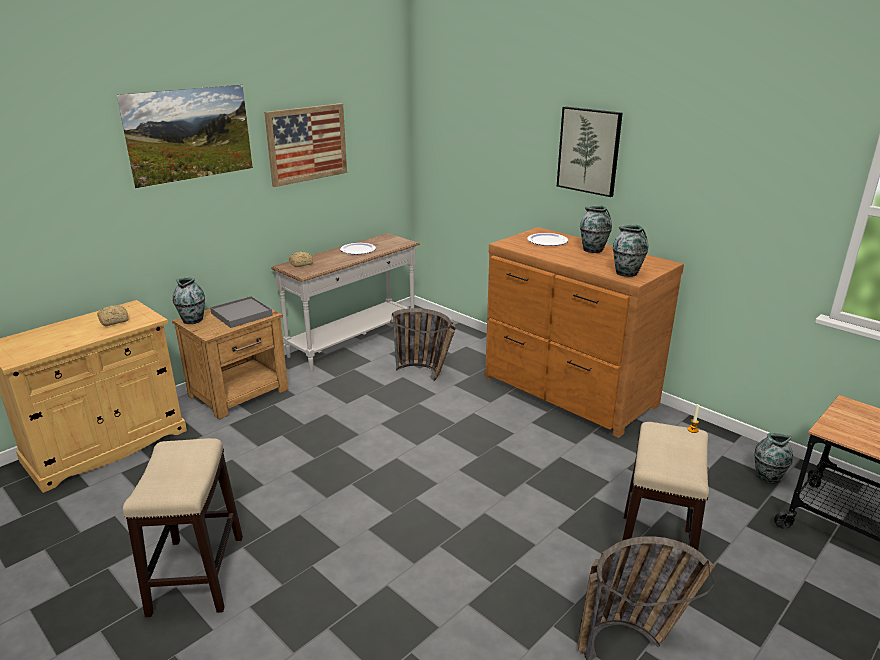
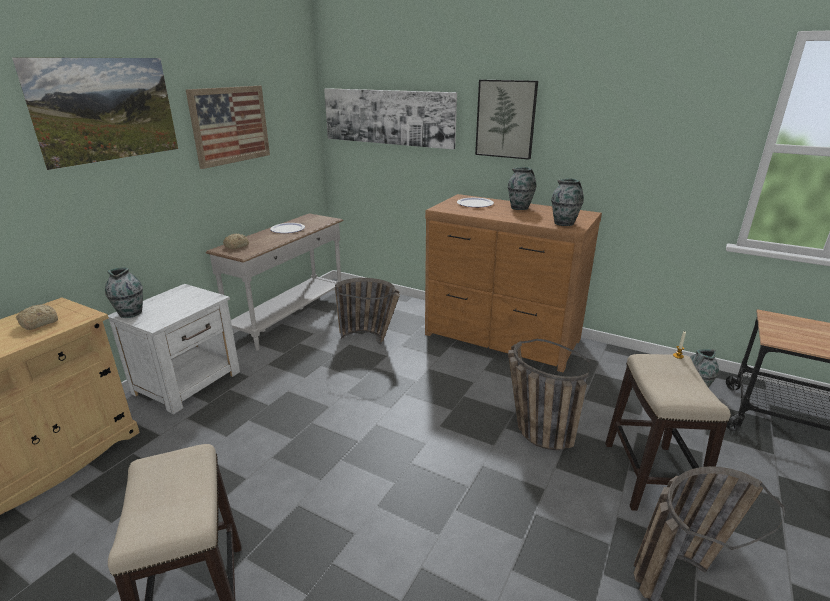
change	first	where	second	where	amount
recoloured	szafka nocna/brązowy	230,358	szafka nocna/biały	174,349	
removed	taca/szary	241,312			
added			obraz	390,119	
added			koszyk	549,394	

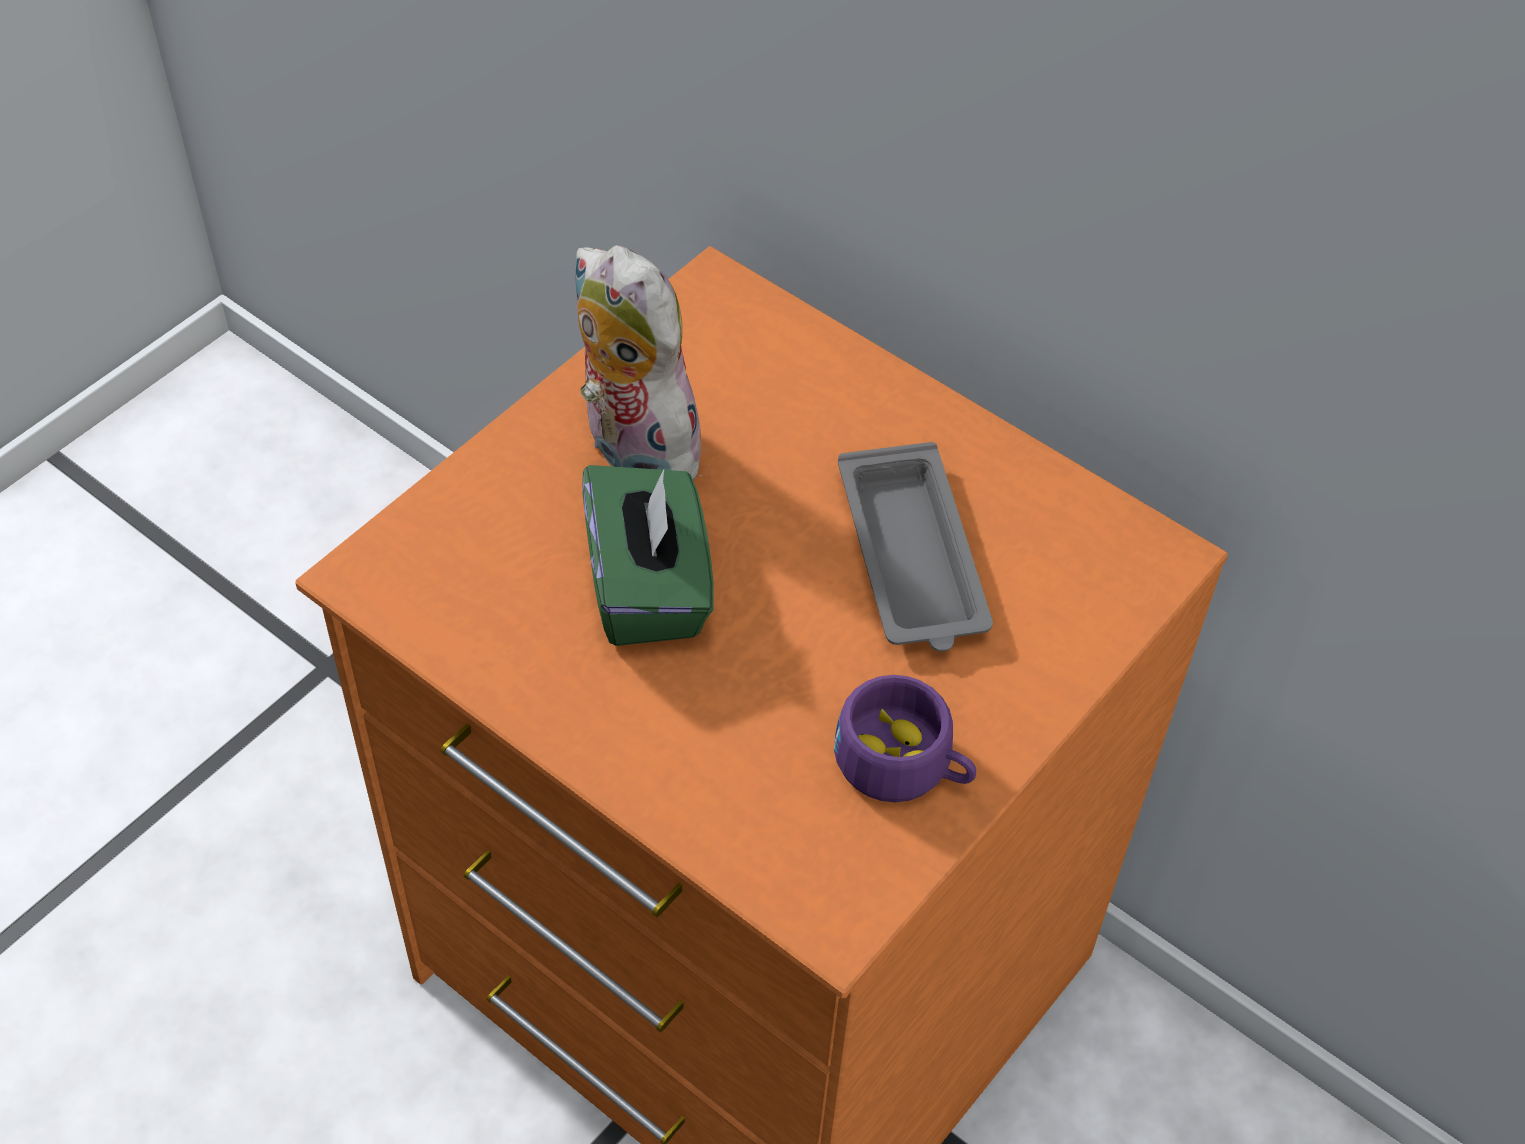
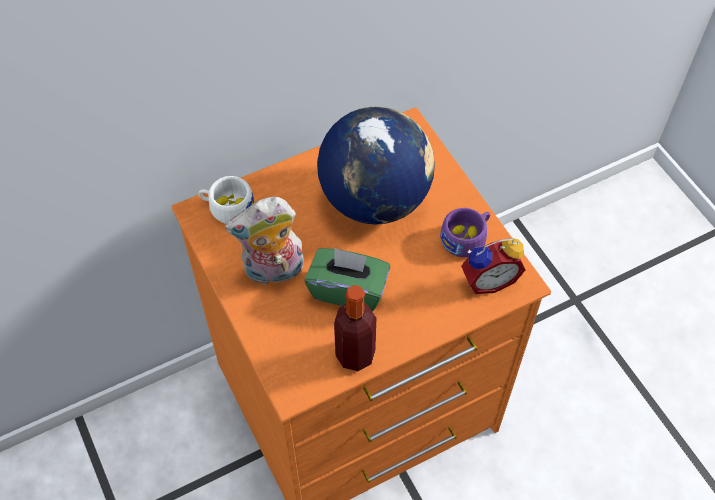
change	first	where	second	where	amount
replaced	taca/szary	915,547	globus	376,166	
added			filiżanka/biały	226,200	
added			butelka	355,328	
added			budzik	493,266	

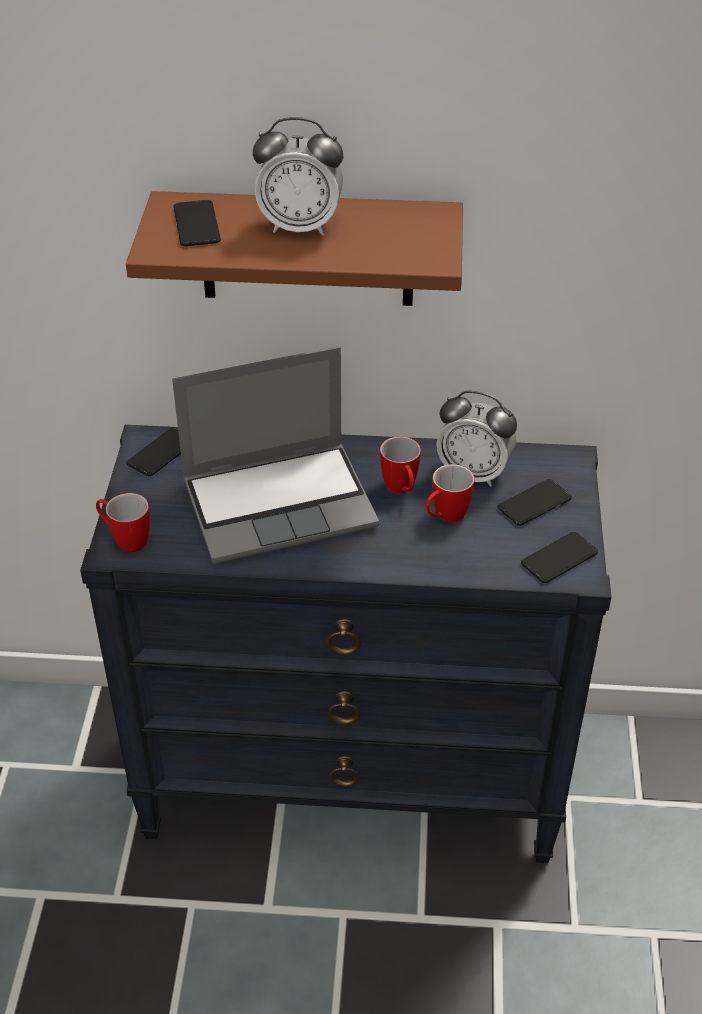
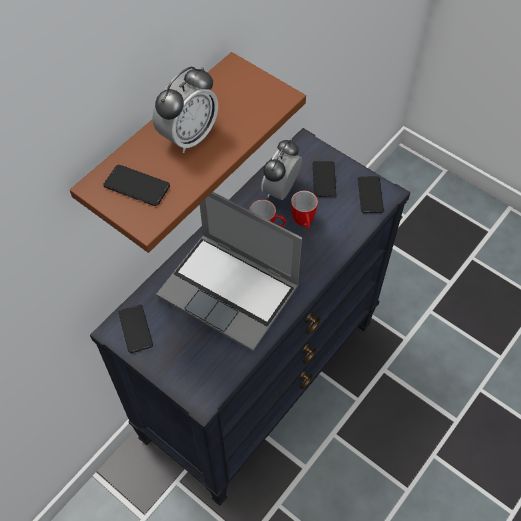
change	first	where	second	where	amount
removed	kubek	123,522			
turned	laptop	275,455		229,271	105 degrees clockwise
turned	budzik	477,439		281,169	150 degrees clockwise

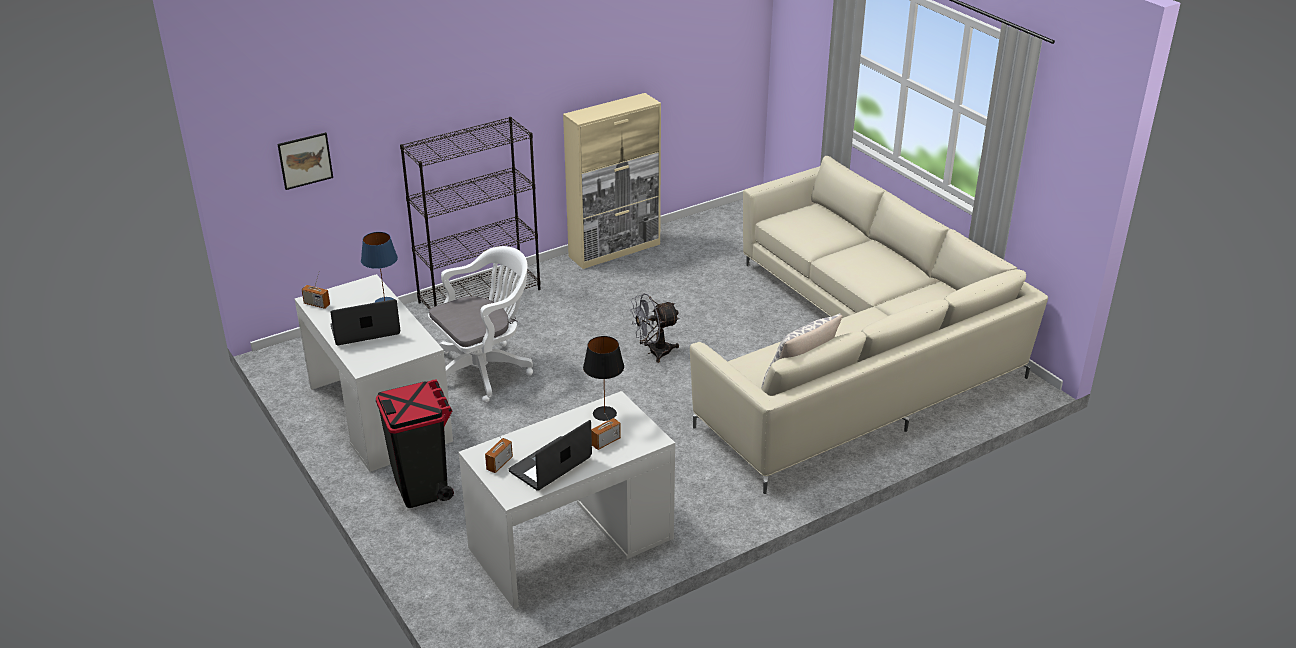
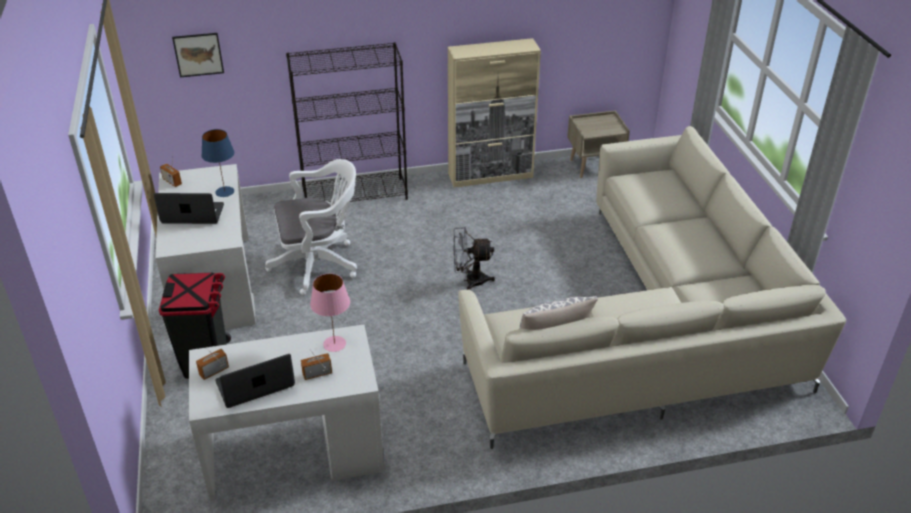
change	first	where	second	where	amount
recoloured	lampa stołowa/czarny	603,378	lampa stołowa/różowy	330,312	
added			szafka nocna/beżowy	598,144	

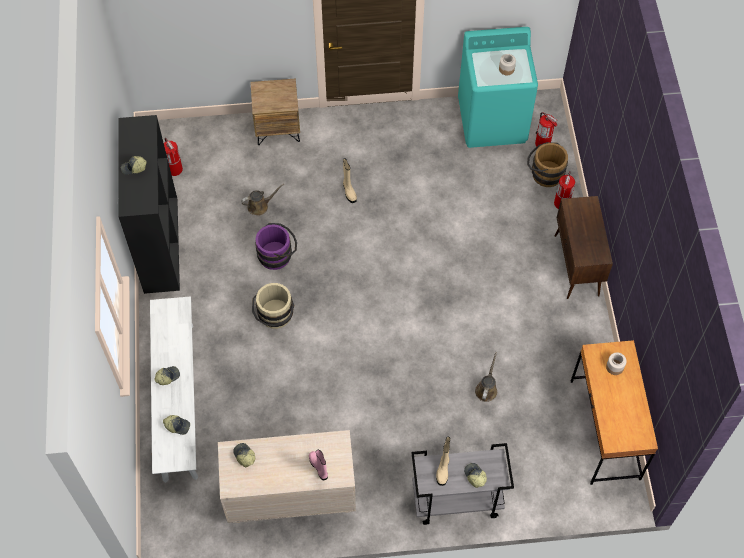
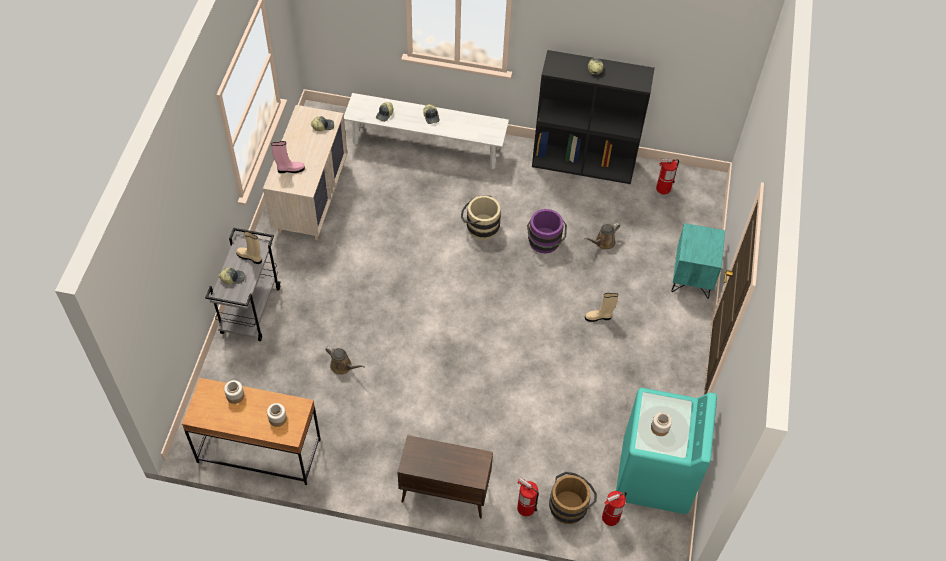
change	first	where	second	where	amount
turned	konewka/brązowy	262,199		602,236	60 degrees clockwise
recoloured	szafka nocna/brązowy	275,112	szafka nocna/turkusowy	698,261	
added			słoik	234,392	

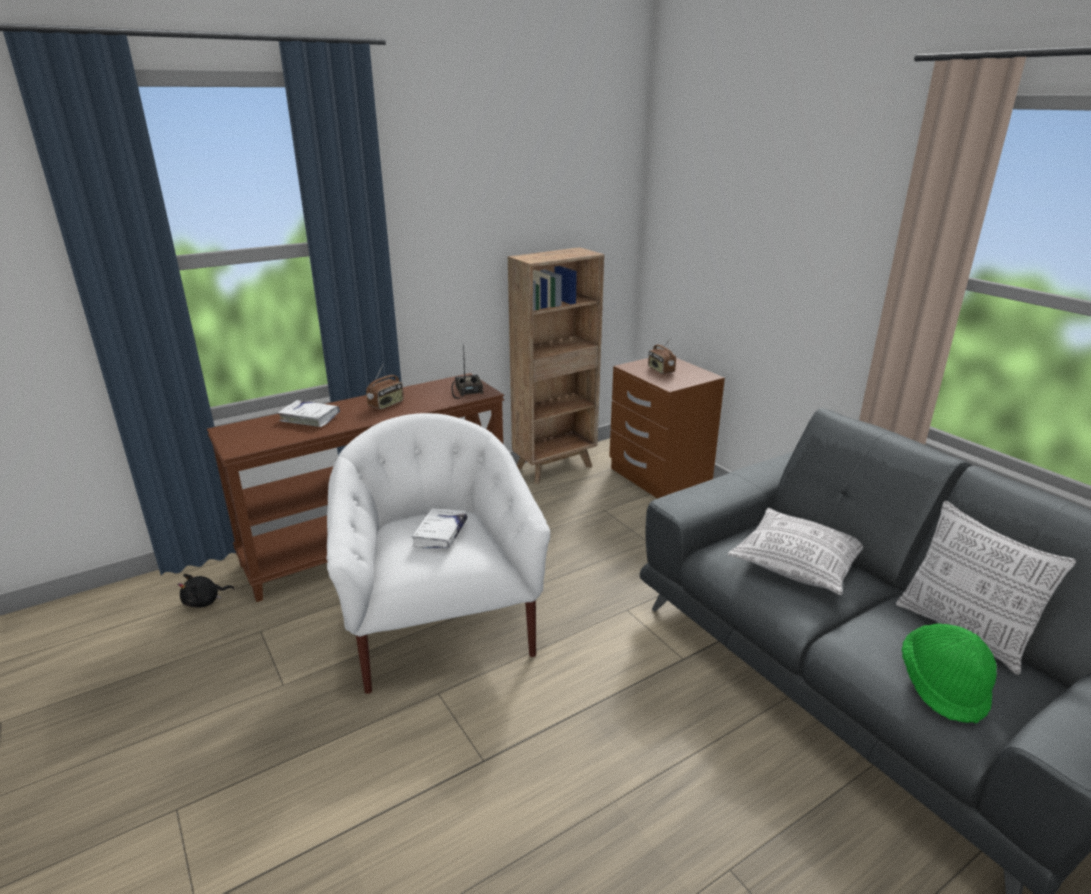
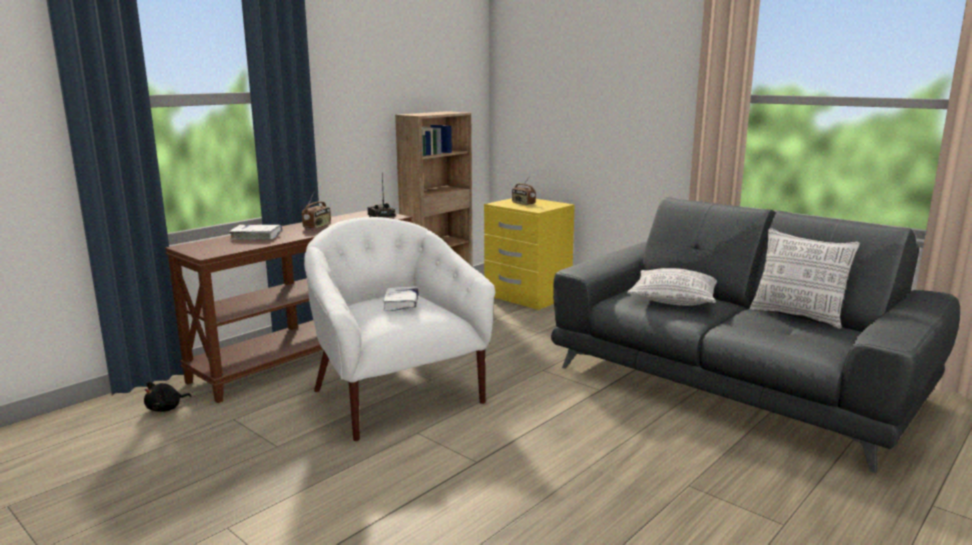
change	first	where	second	where	amount
recoloured	szafka nocna/brązowy	667,428	szafka nocna/żółty	529,254	
removed	kapelusz/zielony	949,673			

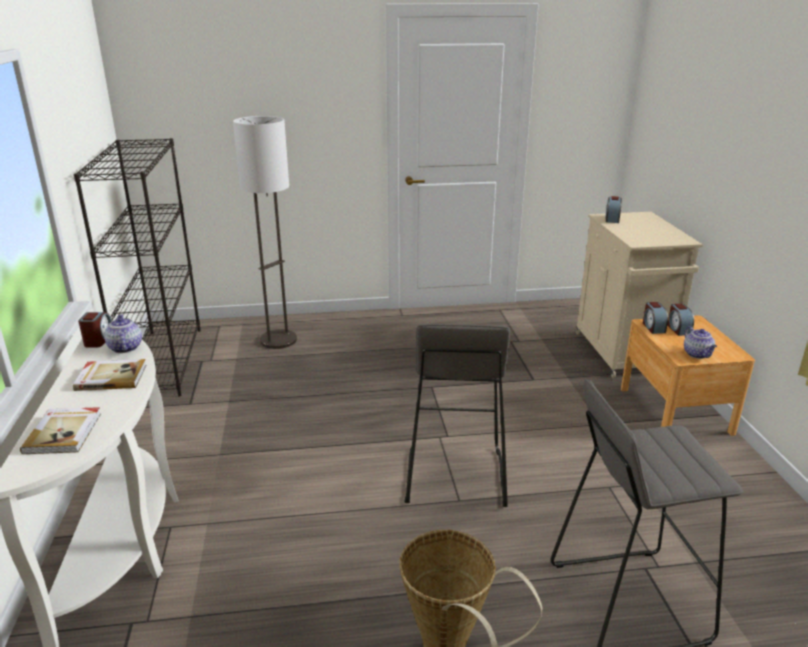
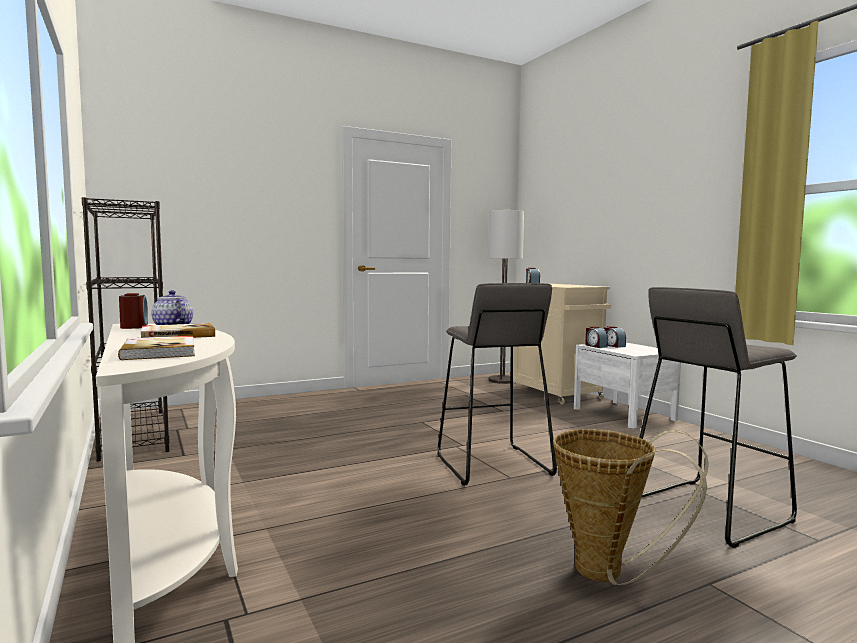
change	first	where	second	where	amount
moved	lampa stojąca	265,232		506,297	
recoloured	szafka nocna/brązowy	688,375	szafka nocna/biały	627,386	
removed	imbryk	700,342			

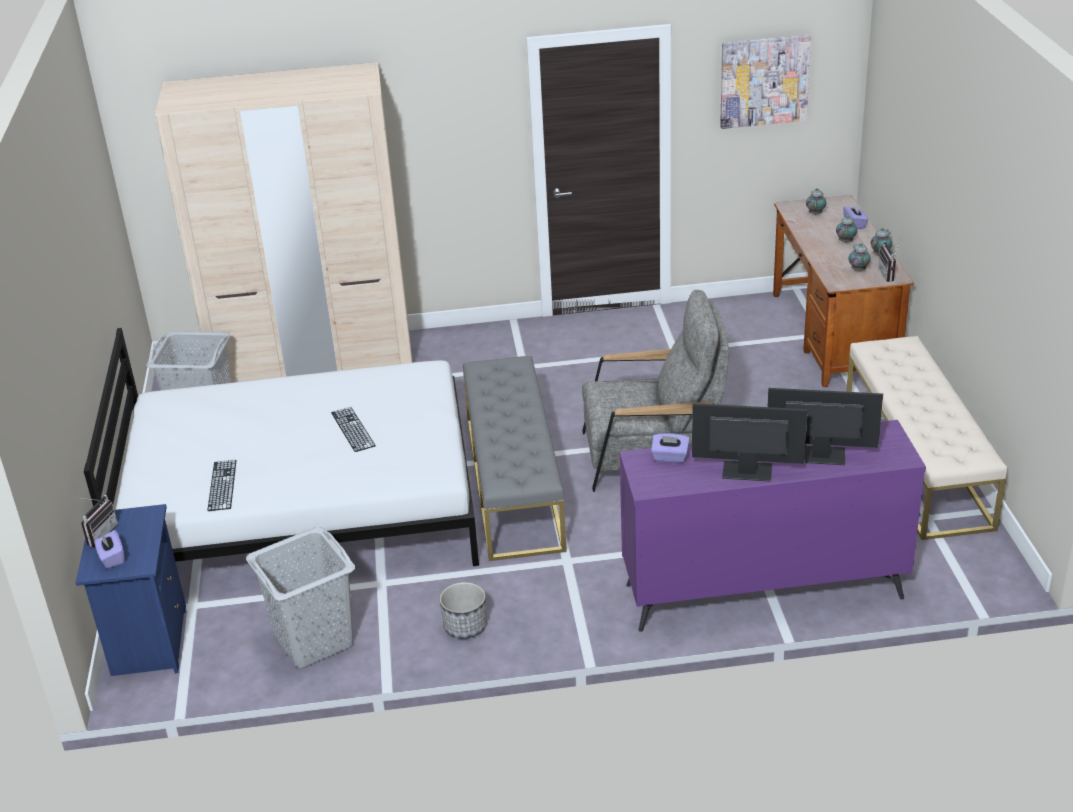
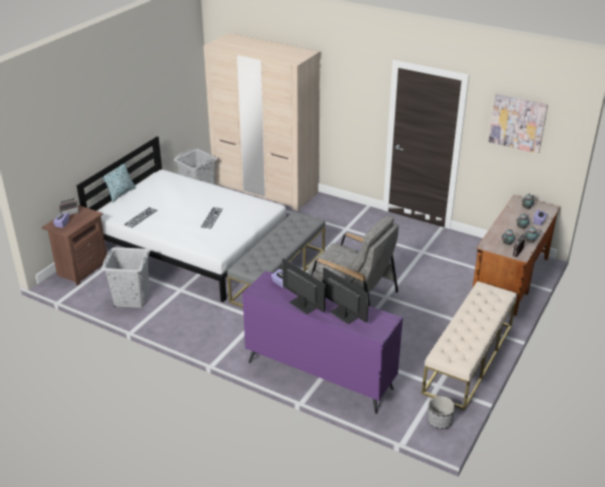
change	first	where	second	where	amount
recoloured	szafka nocna/niebieski	131,590	szafka nocna/brązowy	74,245	
moved	donica	463,610		442,412	
added			poduszka	119,183	

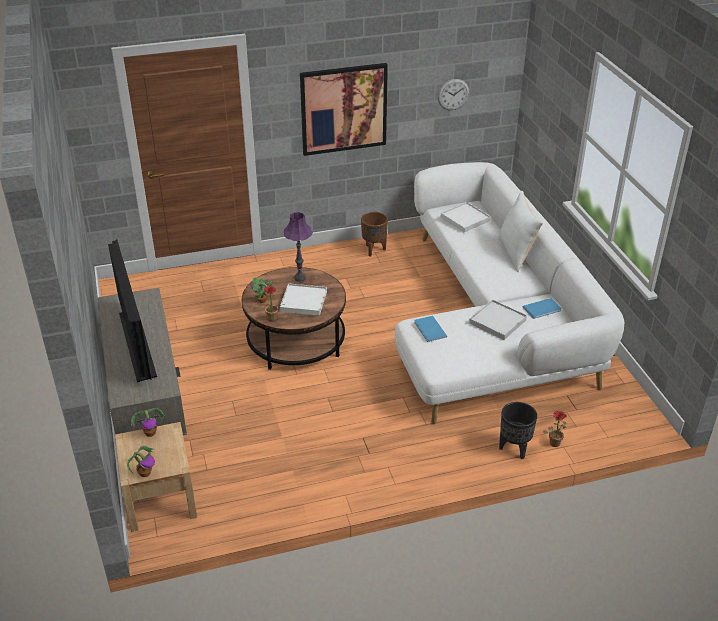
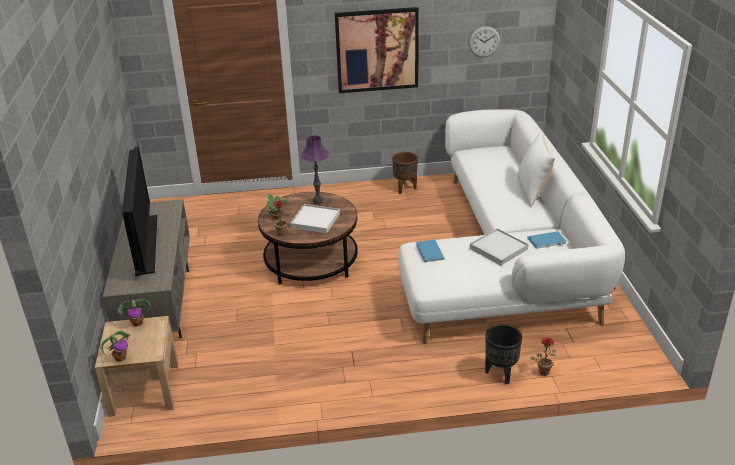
change	first	where	second	where	amount
removed	taca/biały	466,217			

